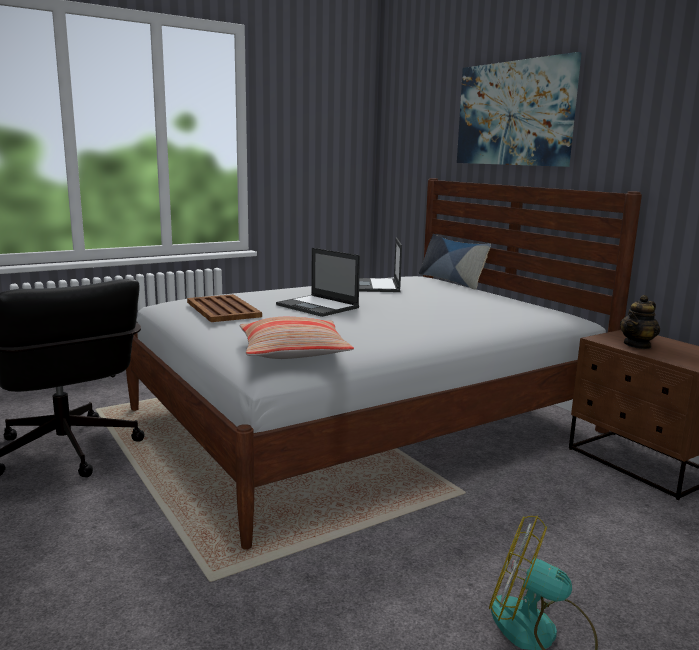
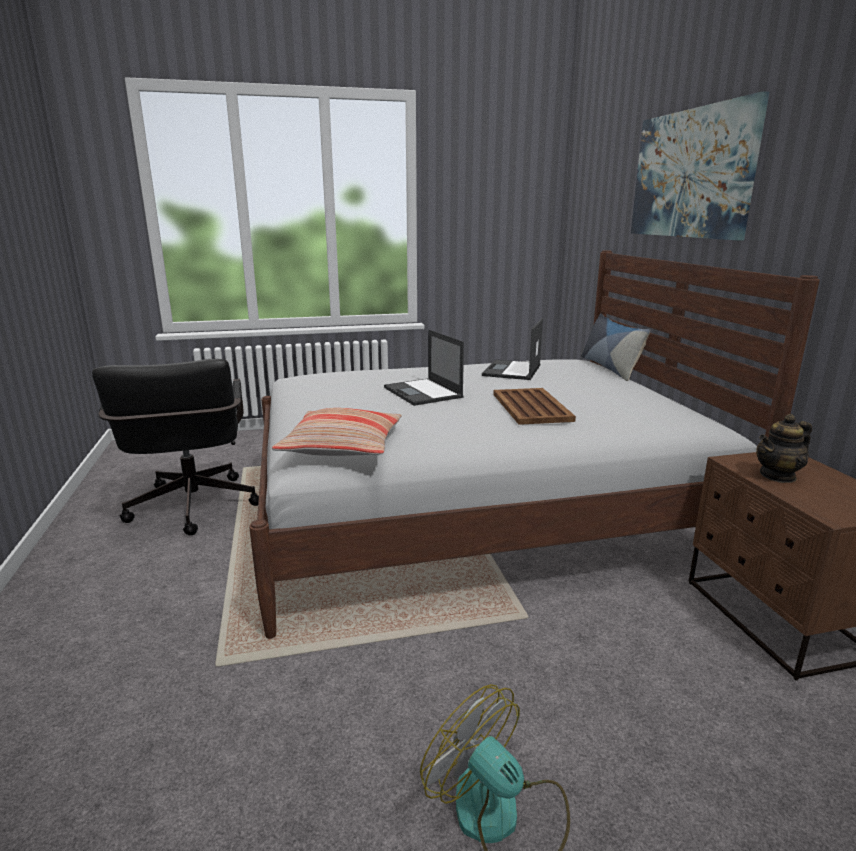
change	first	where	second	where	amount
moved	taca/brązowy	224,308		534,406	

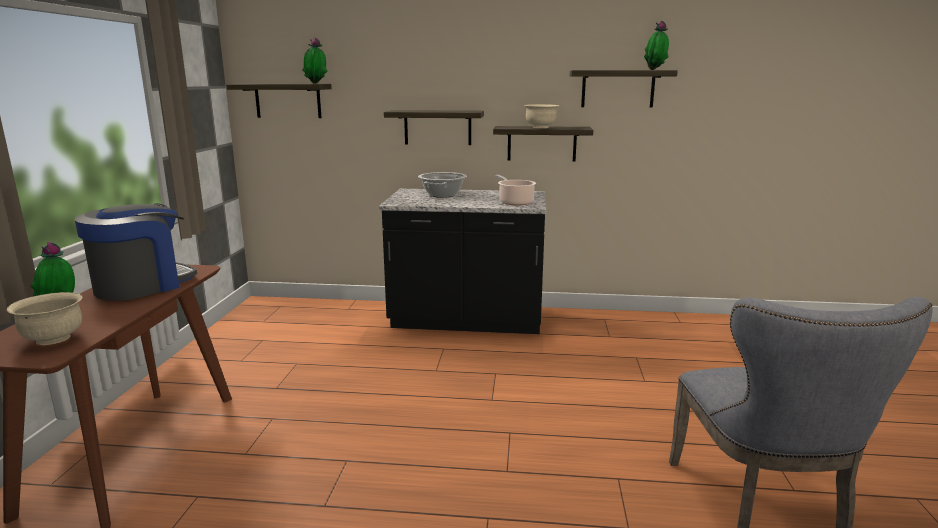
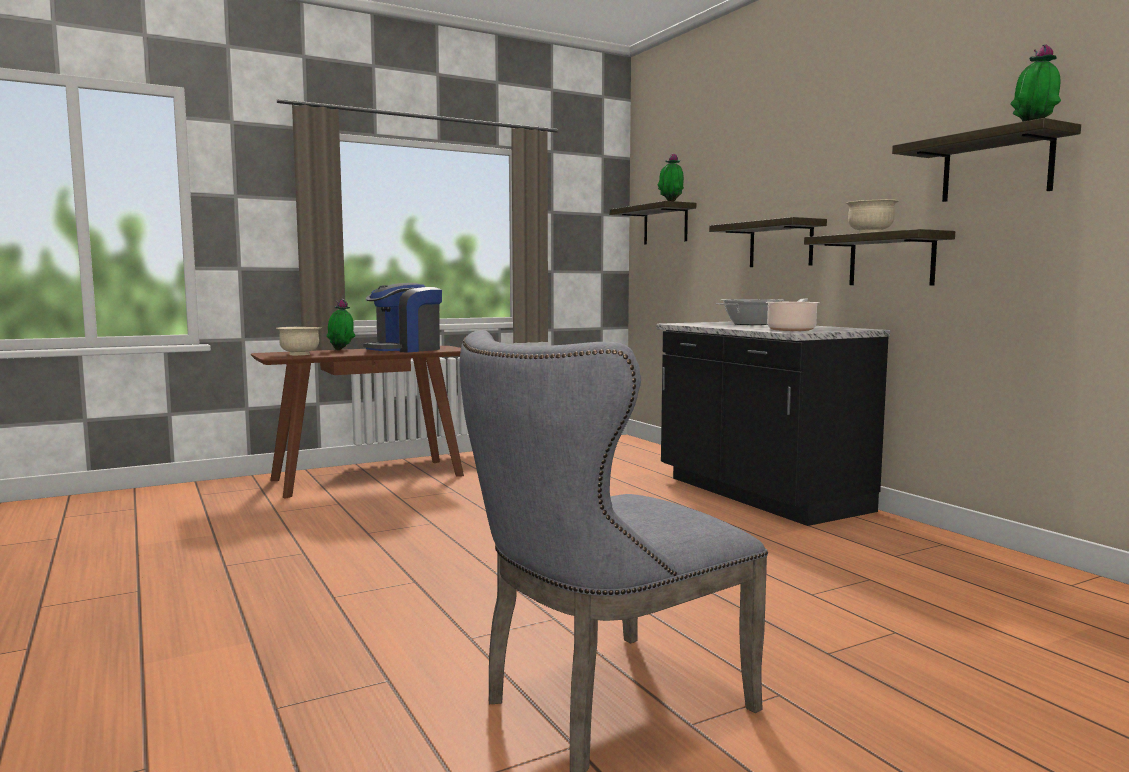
change	first	where	second	where	amount
turned	ekspres do kawy	136,252		402,317	135 degrees clockwise

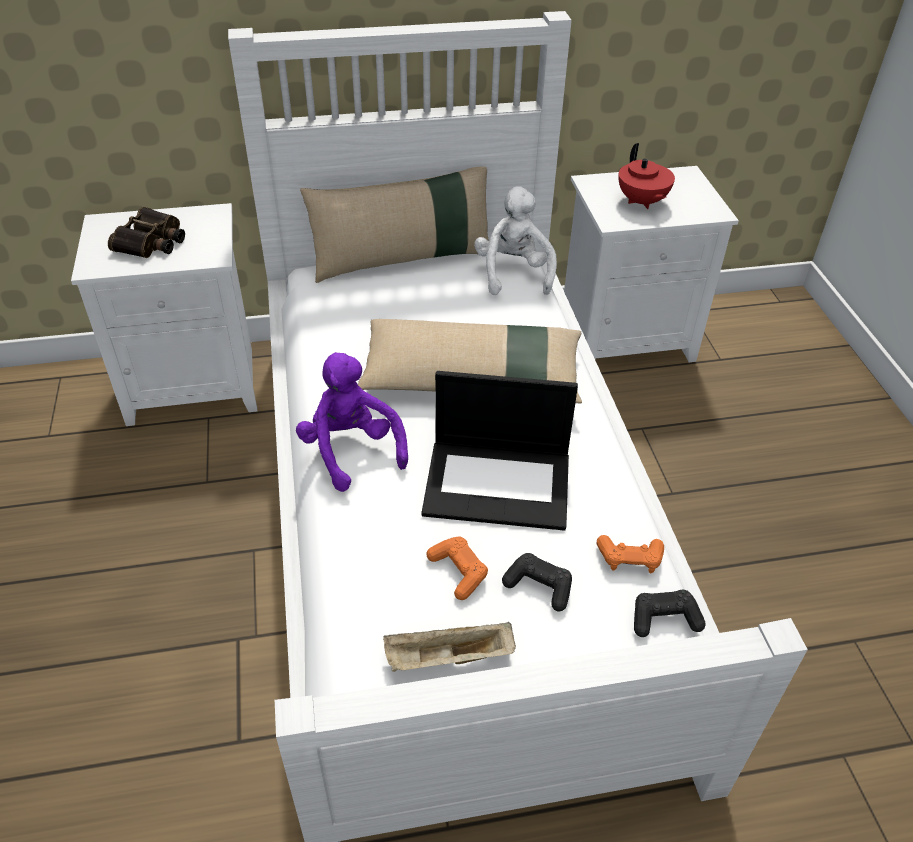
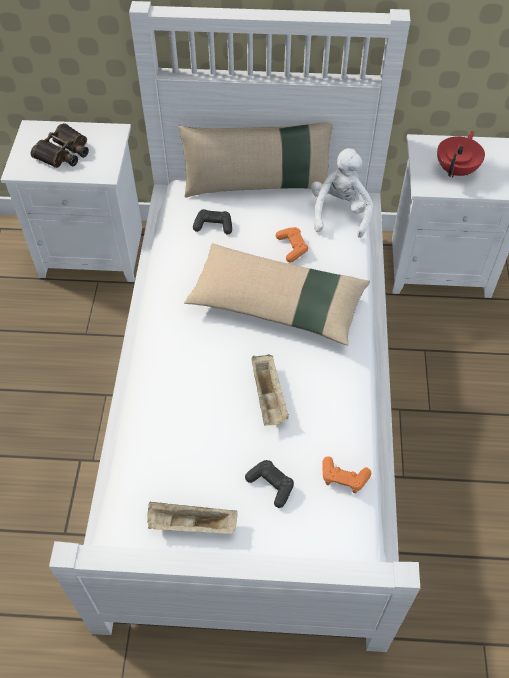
change	first	where	second	where	amount
removed	pluszak/fioletowy	352,422			
replaced	laptop	500,451	taca/beżowy	270,390	
moved	pad do gier/pomarańczowy	457,568		292,245	
turned	imbryk/czerwony	646,176		461,154	150 degrees counterclockwise
moved	pad do gier/czarny	670,613		212,221	

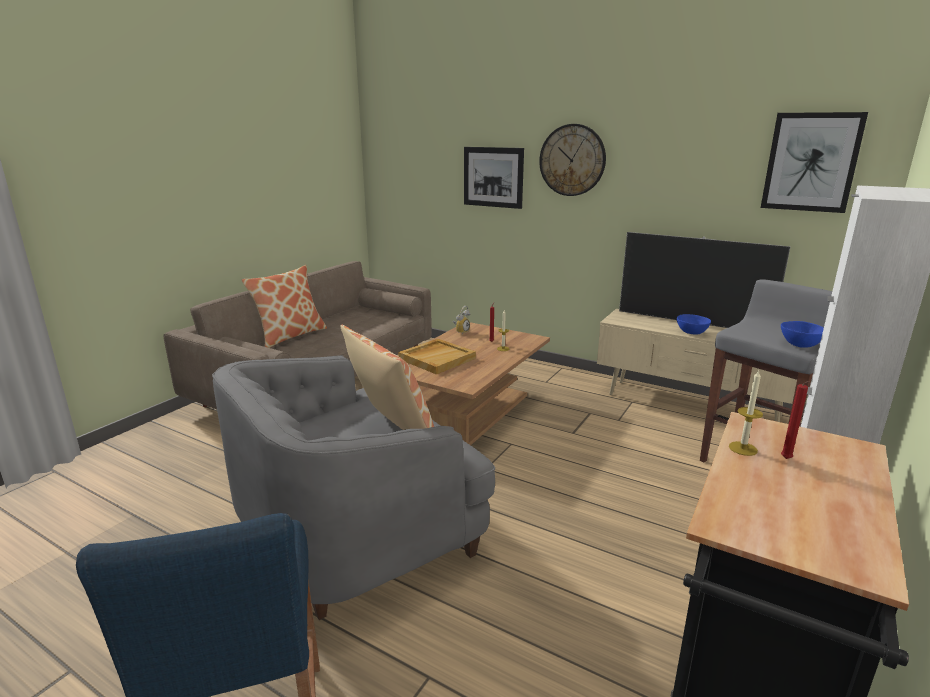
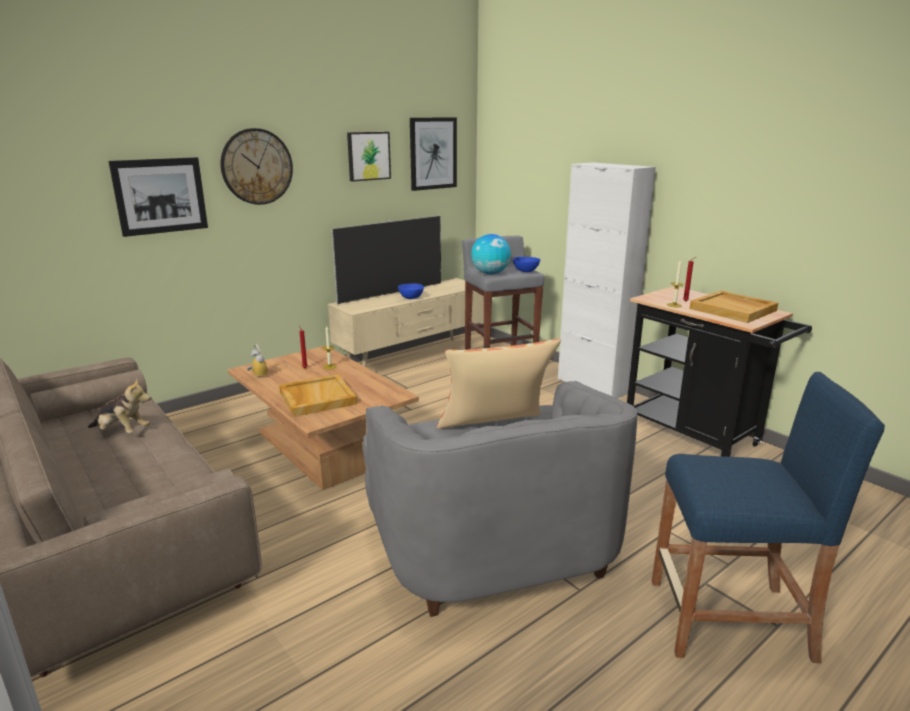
change	first	where	second	where	amount
removed	poduszka	284,306			
added			pluszak	119,406	
added			obraz	369,157	
added			globus	491,254	
added			taca/beżowy	734,307	

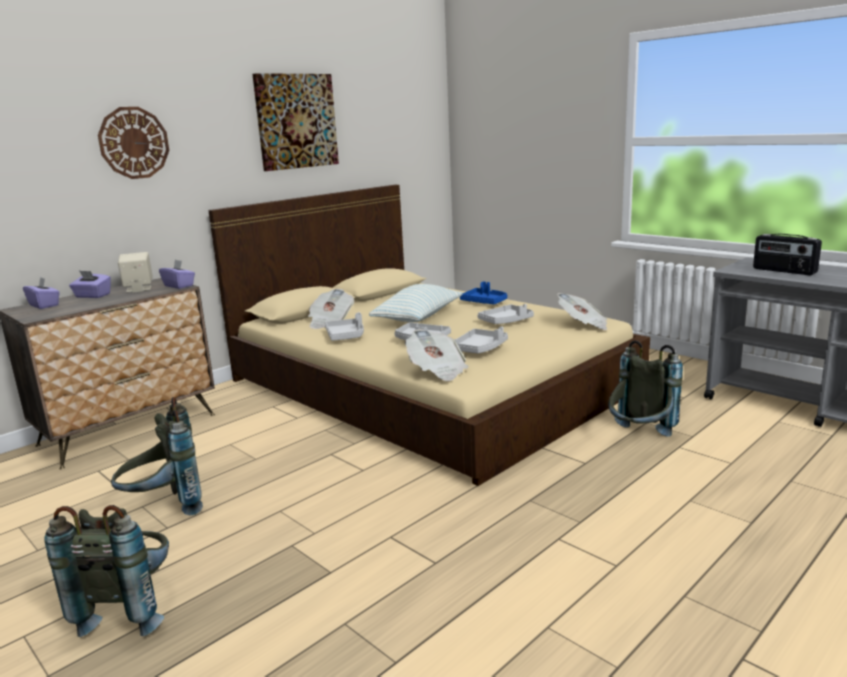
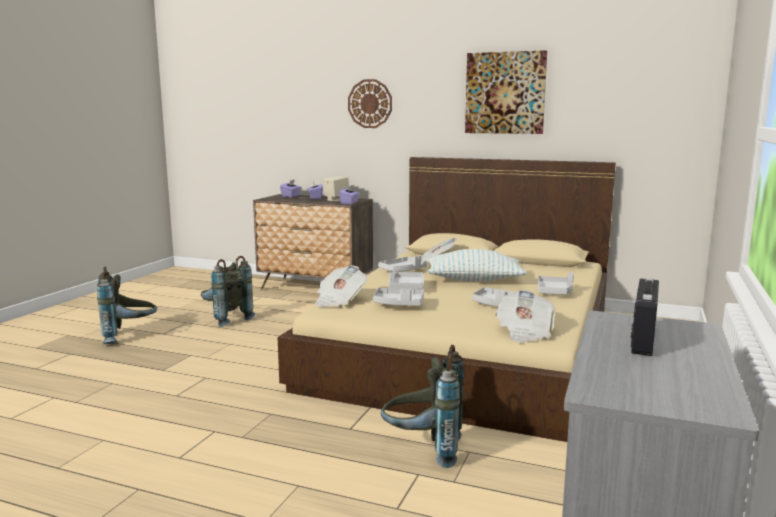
change	first	where	second	where	amount
recoloured	taca/niebieski	483,292	taca/szary	556,283	

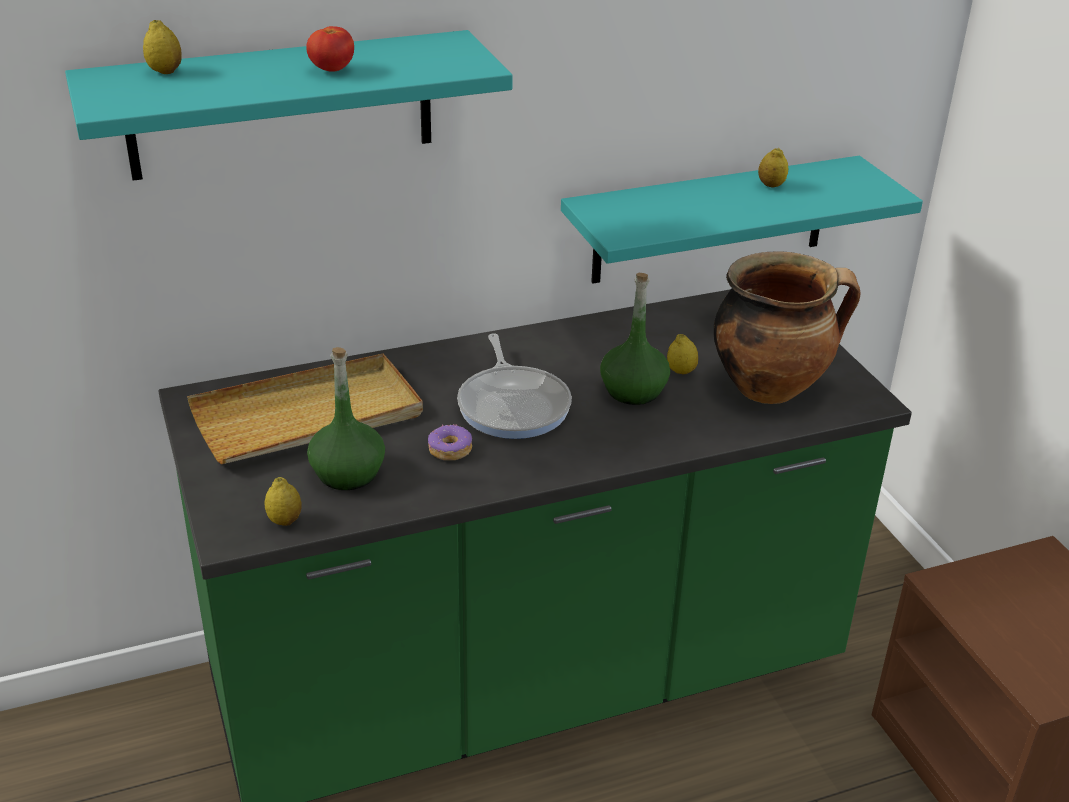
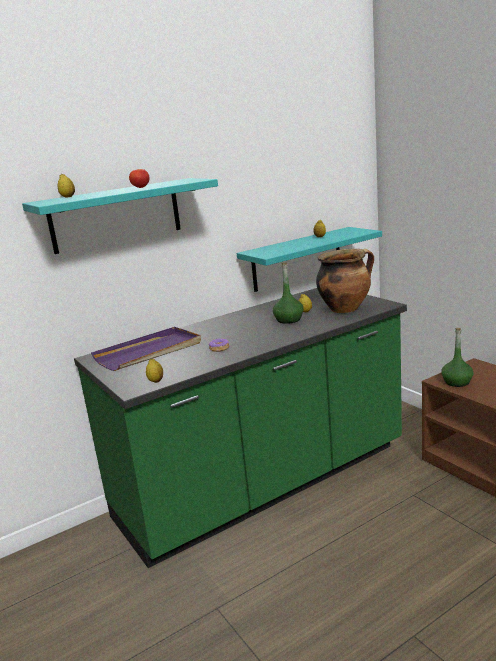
change	first	where	second	where	amount
recoloured	taca/beżowy	305,409	taca/fioletowy	146,349	
moved	butelka/zielony	346,418		457,357	
removed	patelnia	514,386			

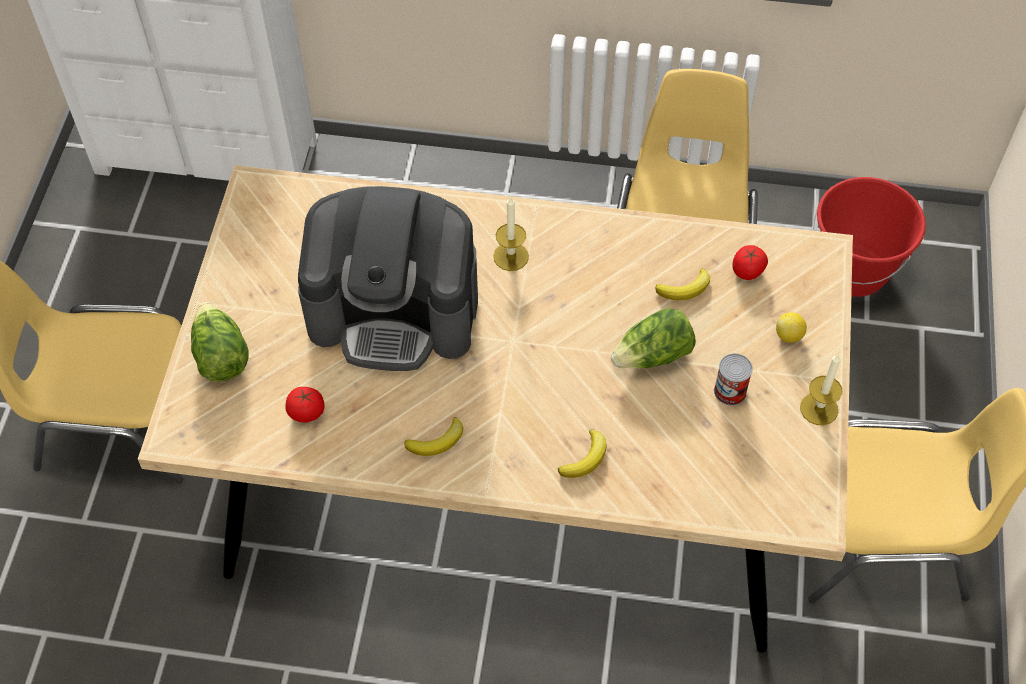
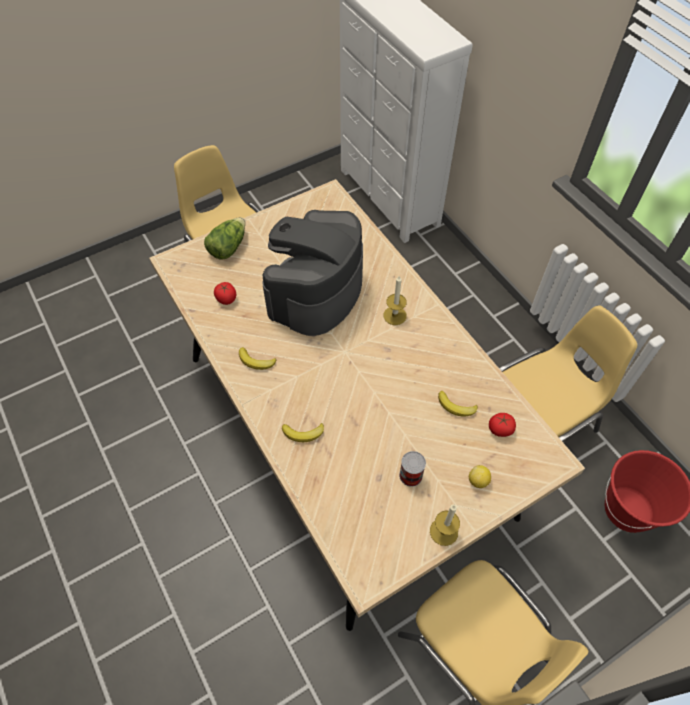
change	first	where	second	where	amount
turned	ekspres do kawy	388,278		312,273	60 degrees clockwise
removed	sałata	653,338			

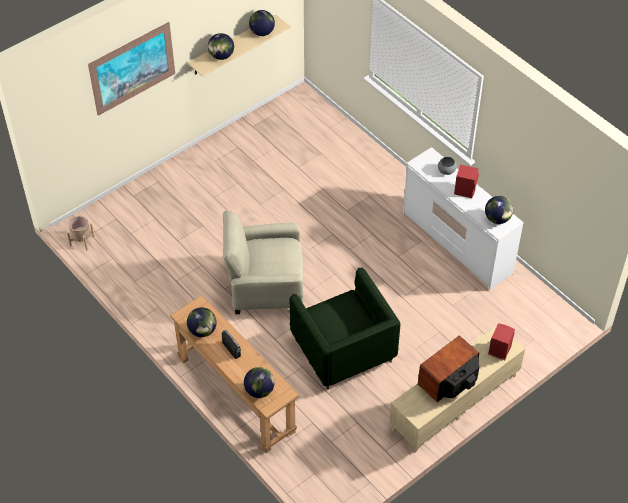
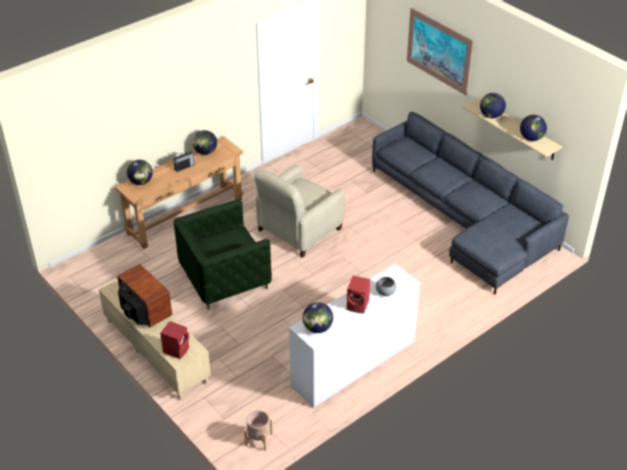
change	first	where	second	where	amount
moved	donica/beżowy	81,233		258,430	
turned	fotel/beżowy	263,262		299,211	135 degrees counterclockwise
added			kanapa/szary	470,203	

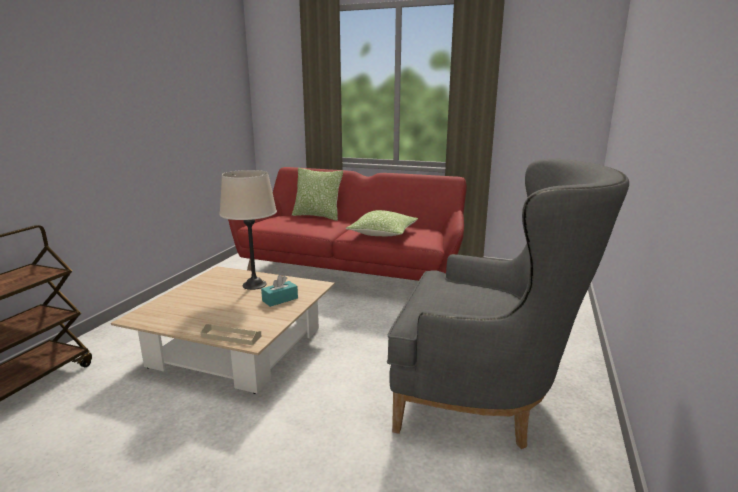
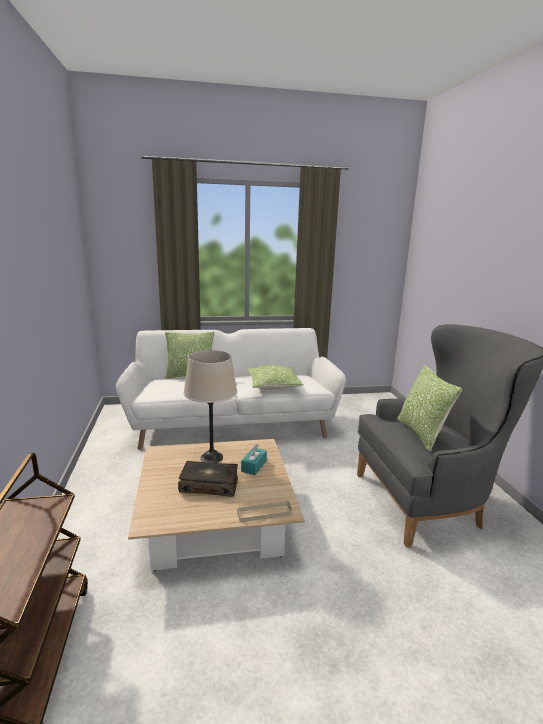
change	first	where	second	where	amount
recoloured	kanapa/czerwony	347,224	kanapa/biały	231,389	
added			książka	208,479	
added			poduszka	429,408	

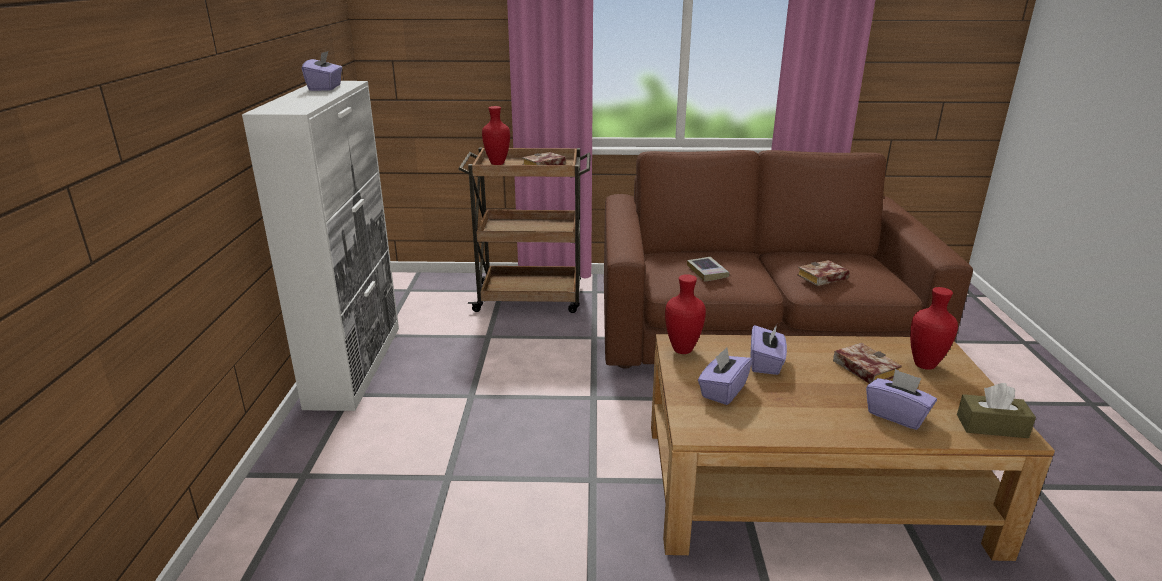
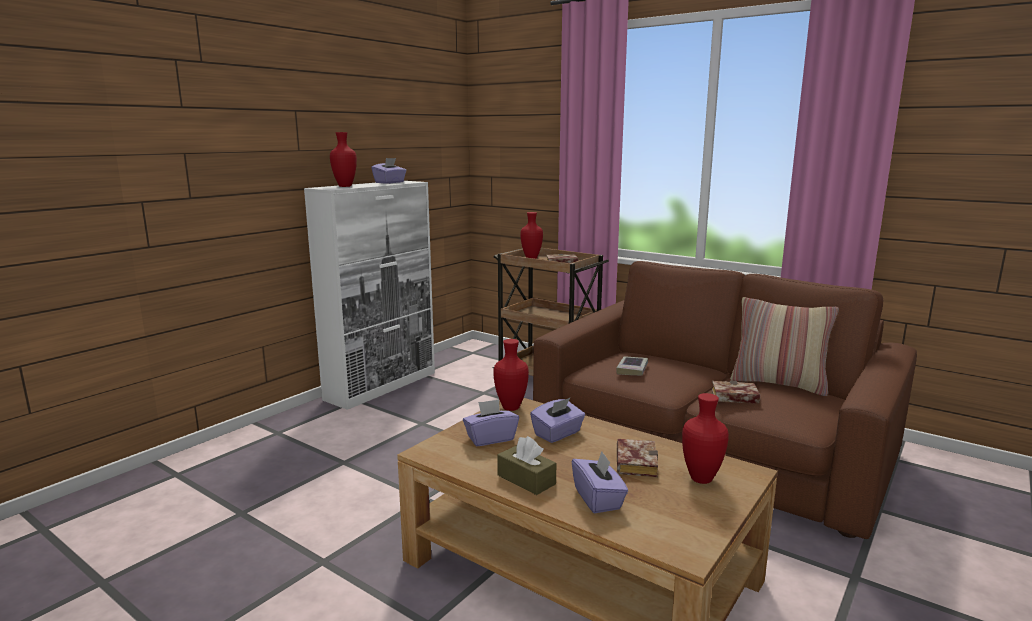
change	first	where	second	where	amount
moved	pudełko chusteczek/brązowy	996,410		526,465	
added			wazon/czerwony	343,159	
added			poduszka	784,346	

